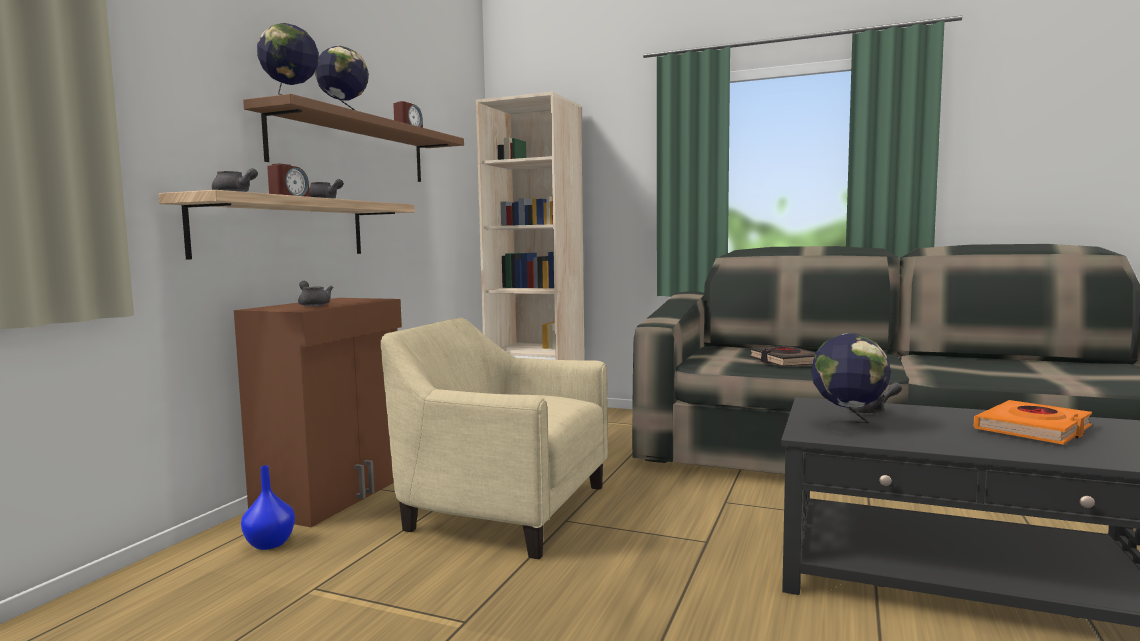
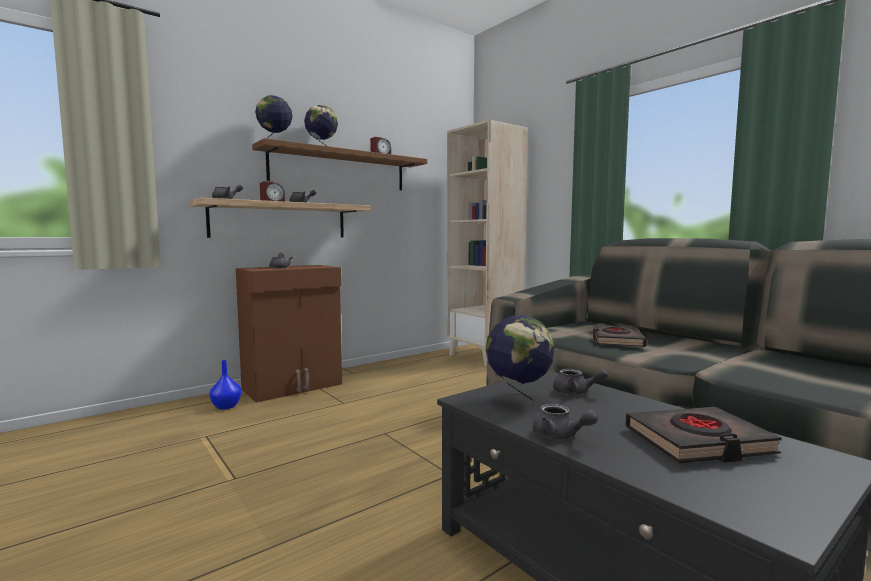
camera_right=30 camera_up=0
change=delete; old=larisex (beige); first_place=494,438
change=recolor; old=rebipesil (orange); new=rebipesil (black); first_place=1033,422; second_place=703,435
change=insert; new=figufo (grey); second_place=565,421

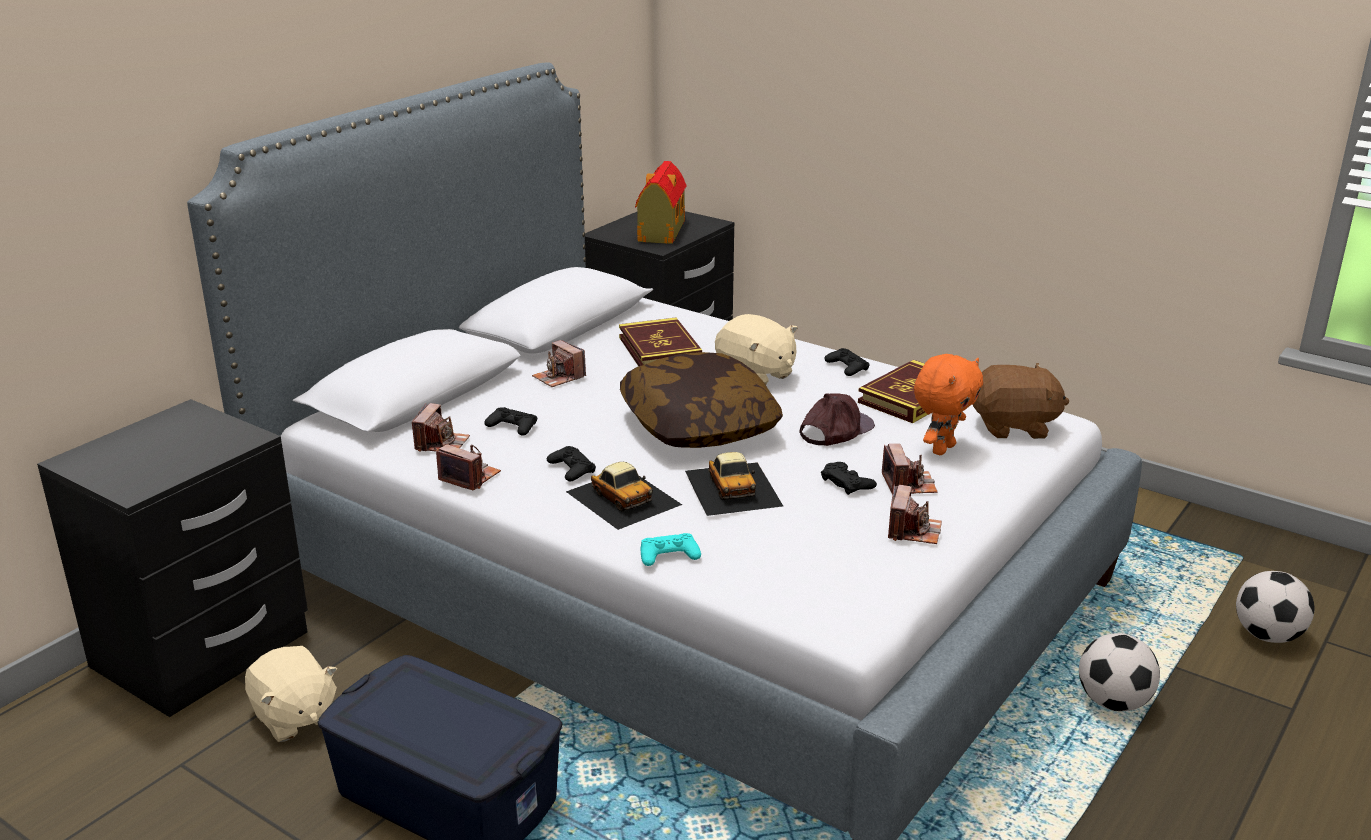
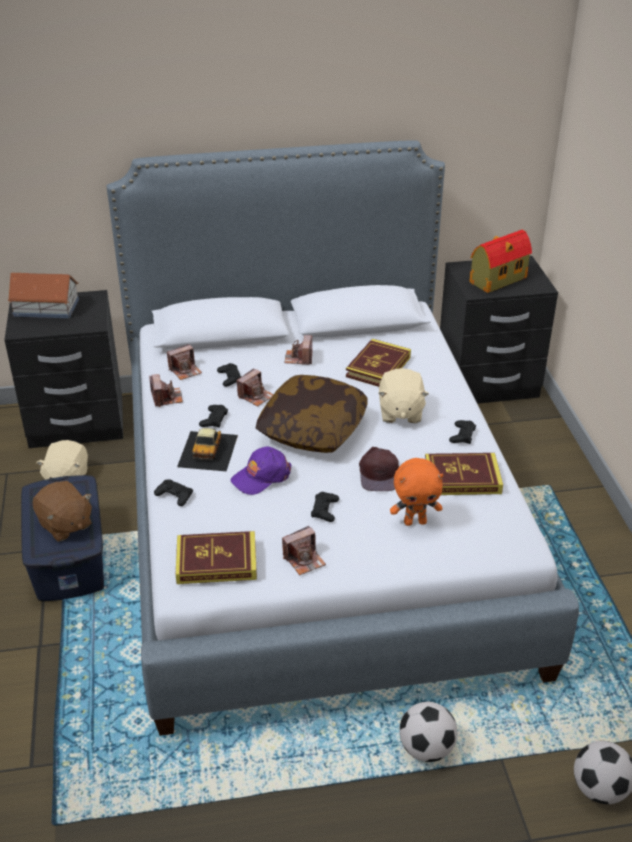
camera_right=45 camera_up=10
change=move; old=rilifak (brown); first_place=1021,401; second_place=62,511
change=rotate; old=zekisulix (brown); first_place=837,419; second_place=379,469; degrees=90
change=move; old=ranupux; first_place=910,469; second_place=255,387
change=replace; old=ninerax; new=zekisulix (purple); first_place=734,484; second_place=261,471
change=recolor; old=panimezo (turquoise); new=panimezo (black); first_place=671,549; second_place=173,493
change=insert; new=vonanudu; second_place=43,295
change=insert; new=rebipesil; second_place=216,557

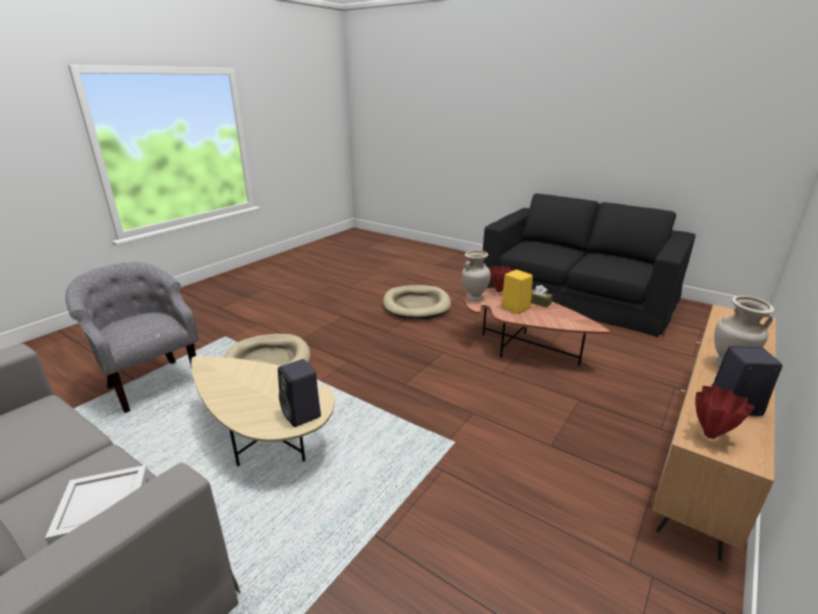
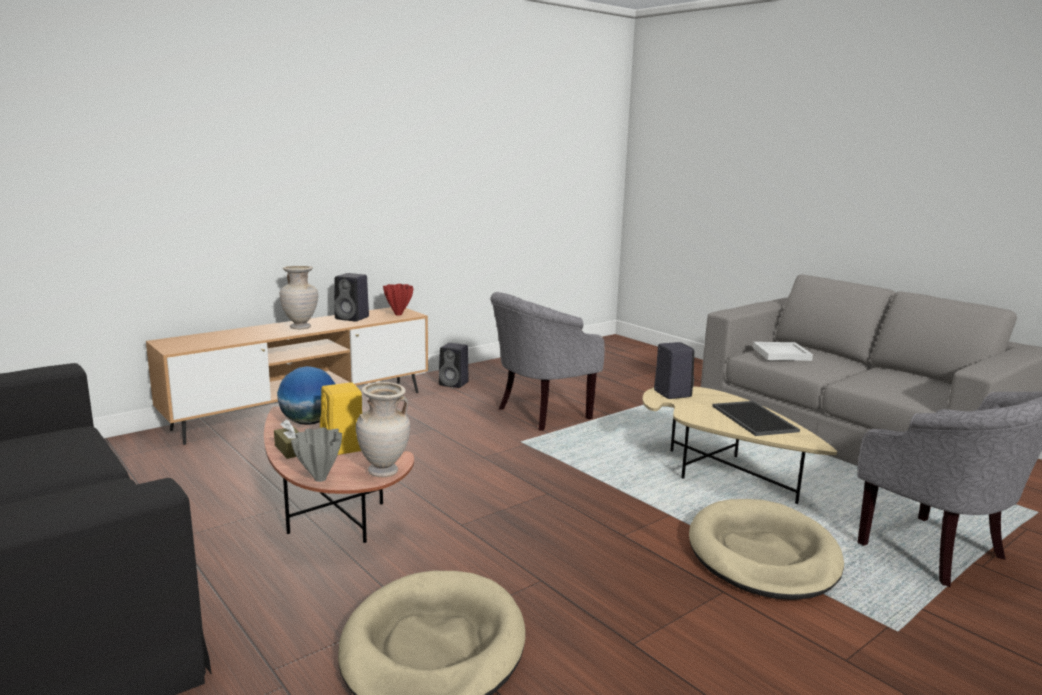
camera_right=-165 camera_up=-10
change=recolor; old=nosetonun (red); new=nosetonun (grey); first_place=501,279; second_place=316,454
change=insert; new=larisex (grey); second_place=547,361
change=insert; new=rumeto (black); second_place=454,365
change=insert; new=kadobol; second_place=306,395
change=insert; new=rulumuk; second_place=756,418

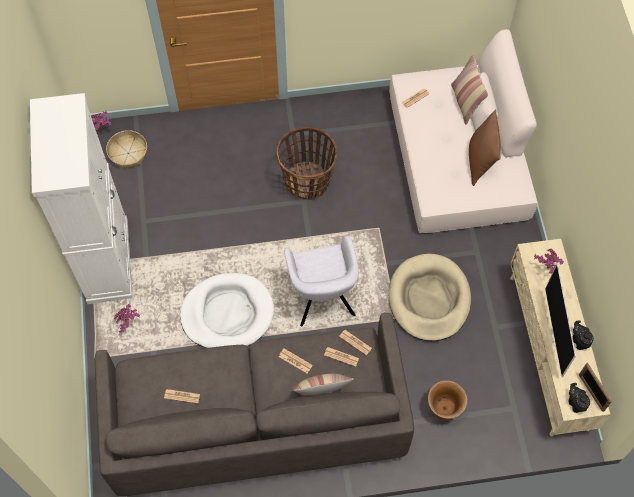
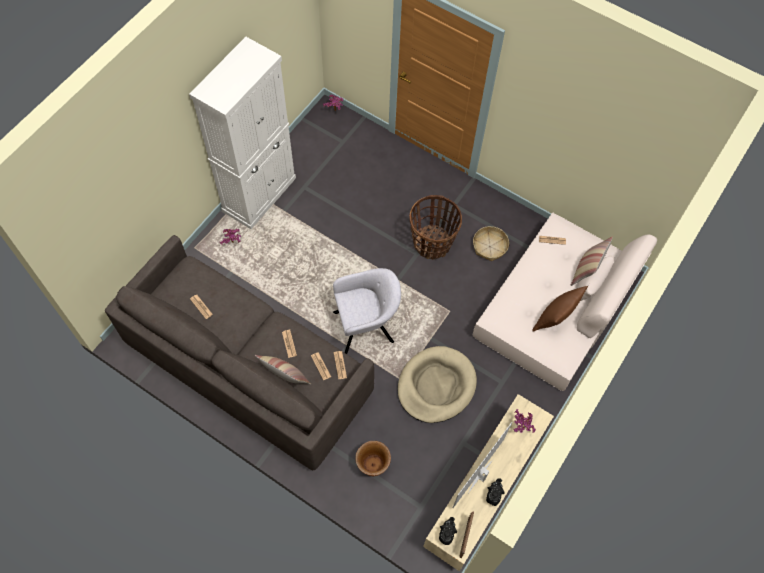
camera_right=40 camera_up=0
change=move; old=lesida; first_place=126,149; second_place=491,243
change=rotate; old=larisex (grey); first_place=321,281; second_place=367,311; degrees=-135
change=delete; old=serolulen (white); first_place=227,310

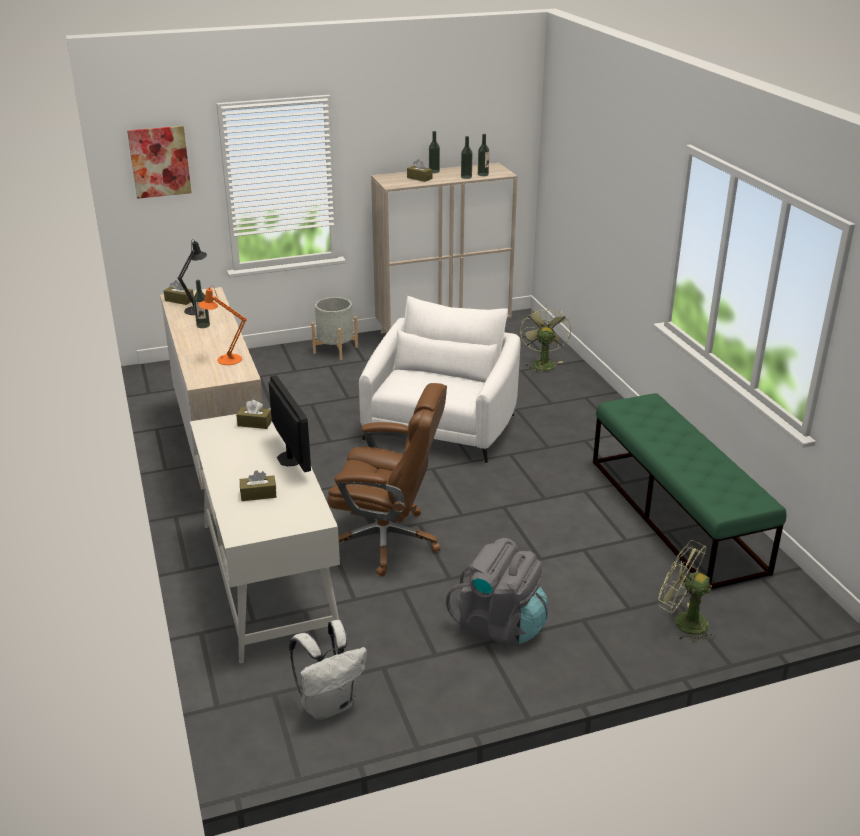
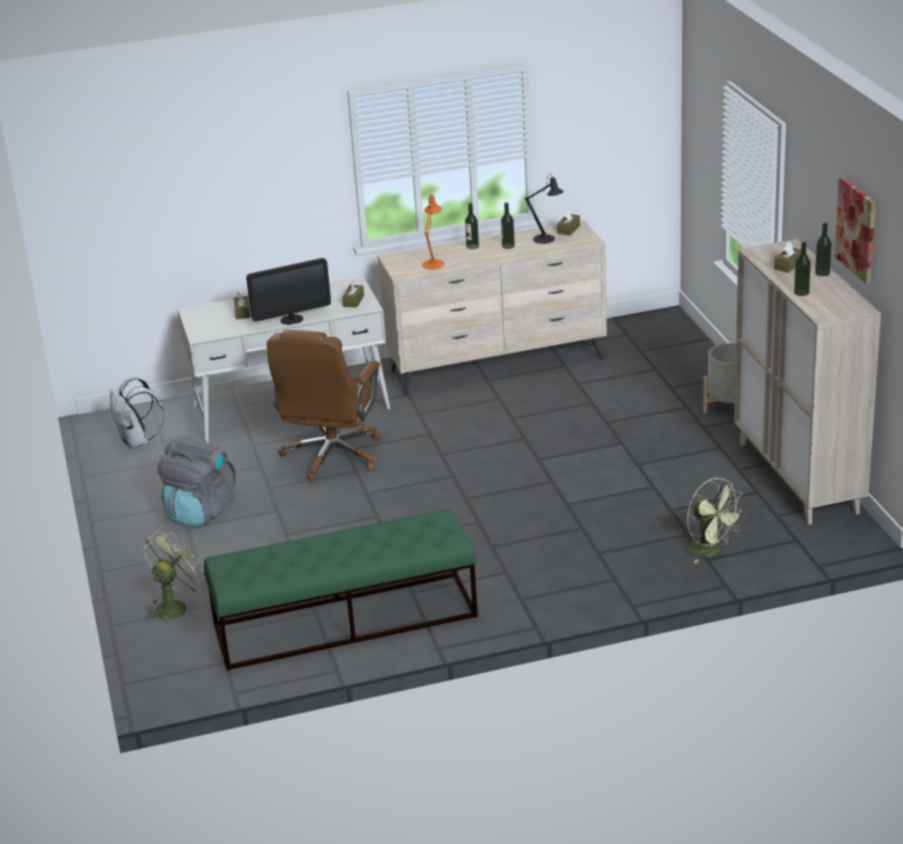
camera_right=95 camera_up=0
change=move; old=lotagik; first_place=159,162; second_place=855,230
change=move; old=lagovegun; first_place=483,155; second_place=472,226
change=delete; old=larisex (white); first_place=440,380
change=rotate; old=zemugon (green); first_place=545,339; second_place=716,521; degrees=45

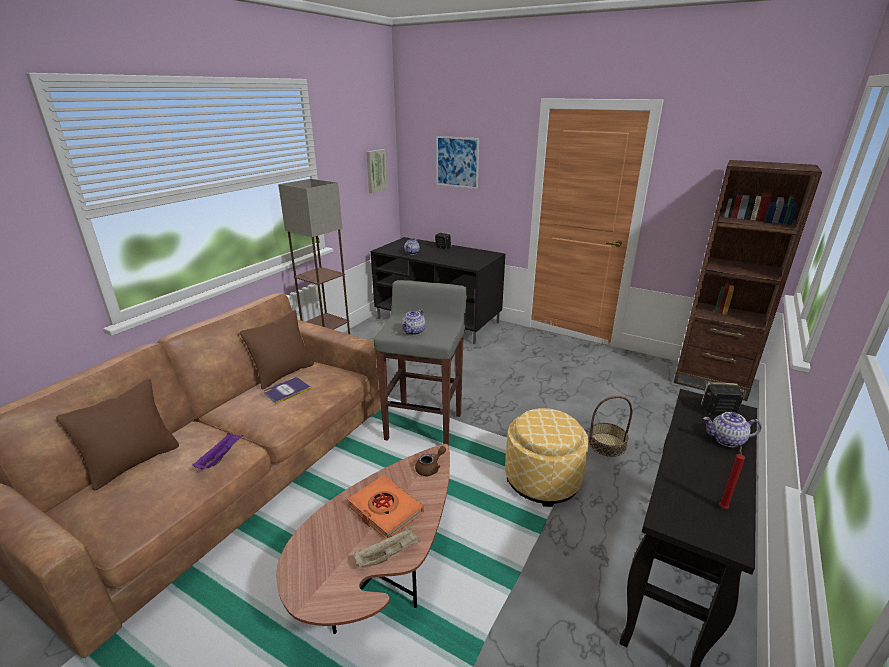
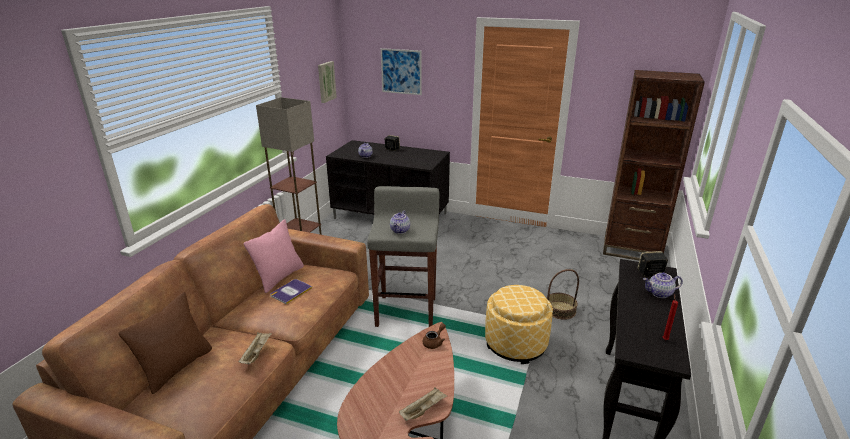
camera_right=-10 camera_up=0
change=recolor; old=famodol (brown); new=famodol (pink); first_place=277,350; second_place=274,256
change=recolor; old=rulumuk (purple); new=rulumuk (beige); first_place=217,451; second_place=255,348
change=delete; old=rebipesil (orange); first_place=385,507

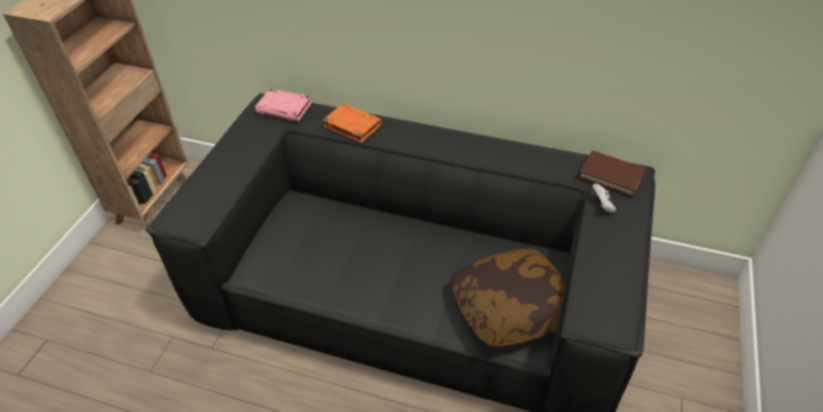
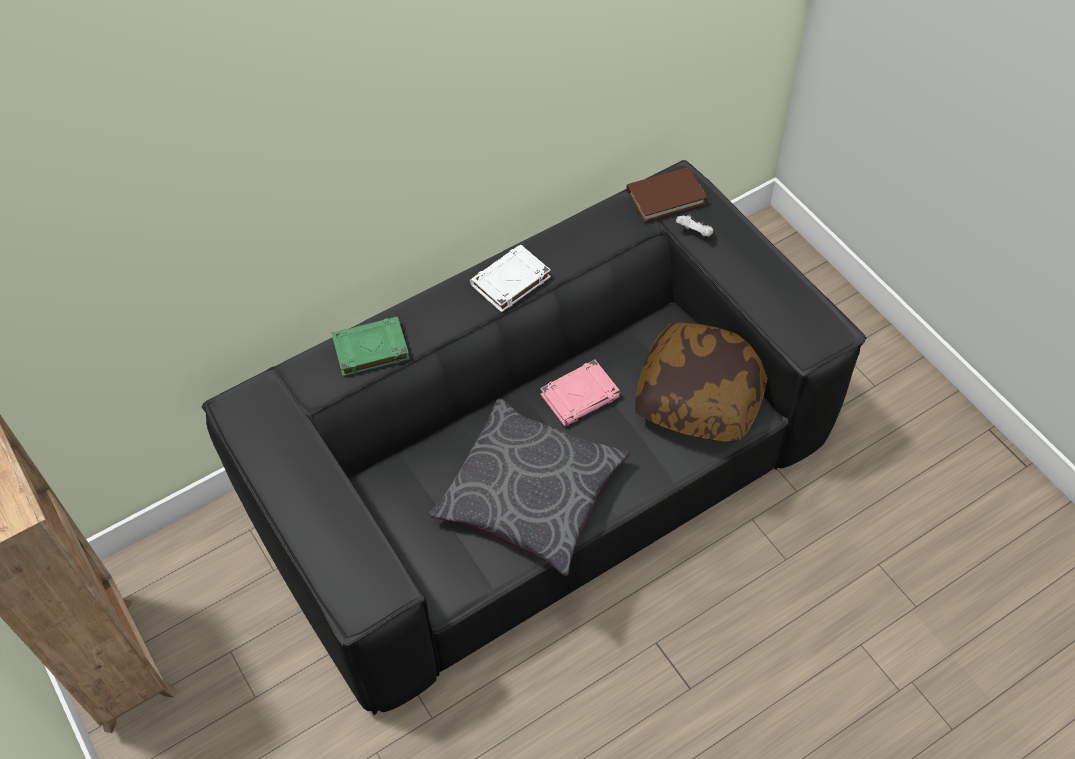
camera_right=-50 camera_up=10
change=move; old=rebipesil (pink); first_place=283,104; second_place=580,393
change=recolor; old=rebipesil (orange); new=rebipesil (green); first_place=352,123; second_place=370,346
change=insert; new=rebipesil (white); second_place=510,278
change=insert; new=famodol (grey); second_place=529,487

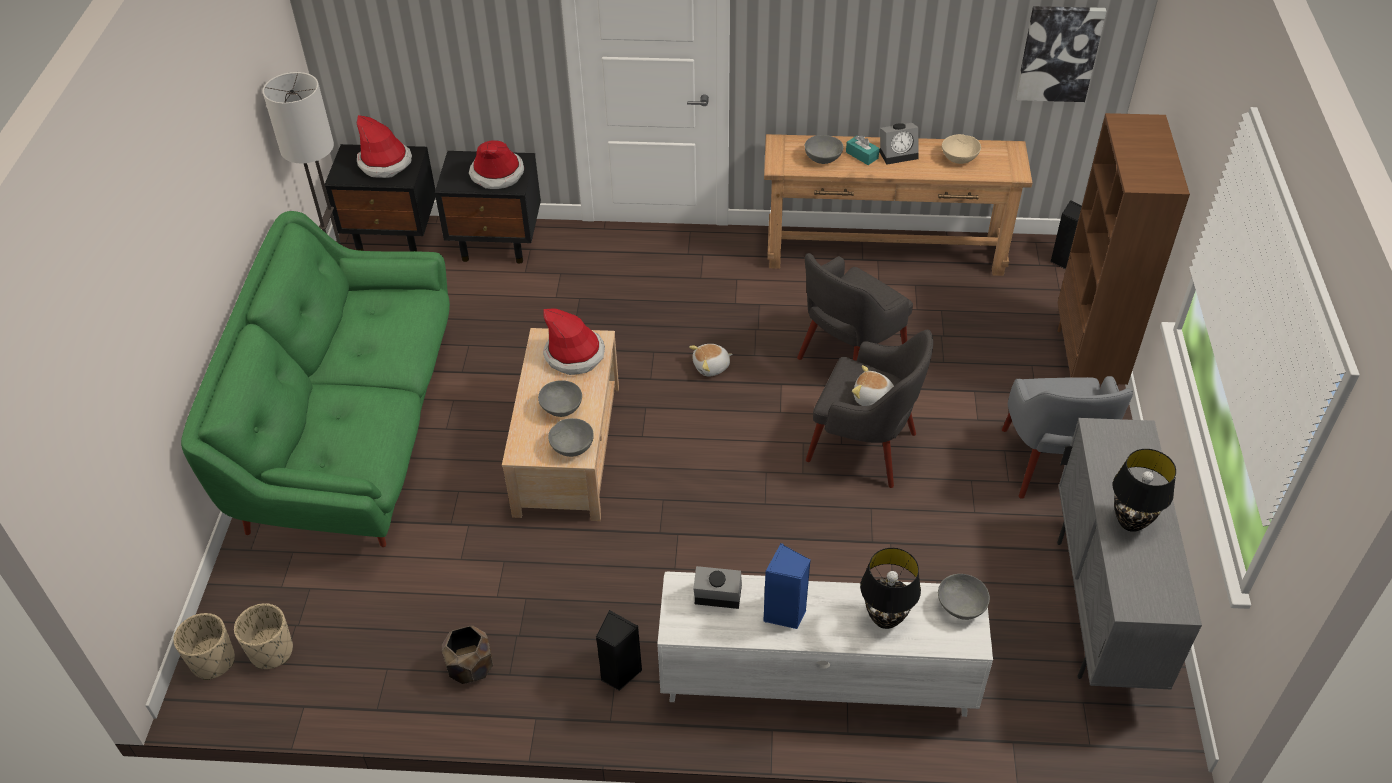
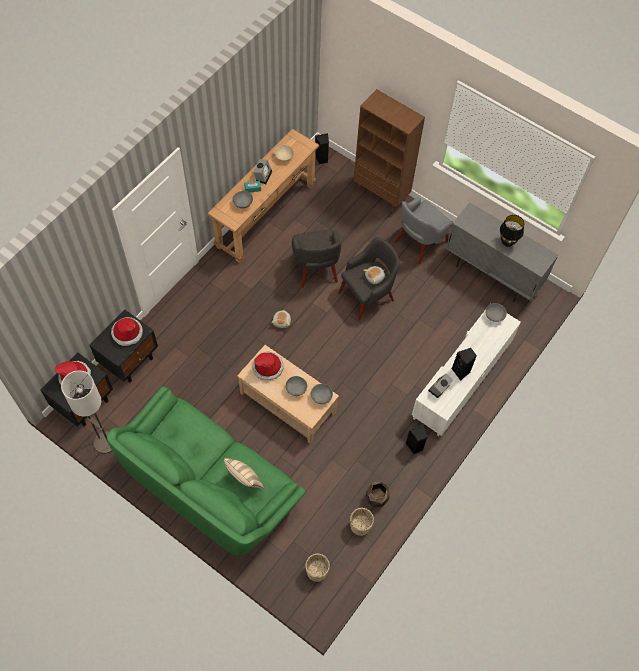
camera_right=-60 camera_up=15
change=delete; old=lotagik; first_place=1061,54
change=rotate; old=larisex (grey); first_place=1067,437; second_place=423,230; degrees=105
change=recolor; old=rumeto (blue); new=rumeto (black); first_place=787,586; second_place=464,364
change=delete; old=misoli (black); first_place=890,588
change=move; old=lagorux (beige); first_place=204,646; second_place=362,522
change=insert; new=famodol (beige); second_place=244,473

